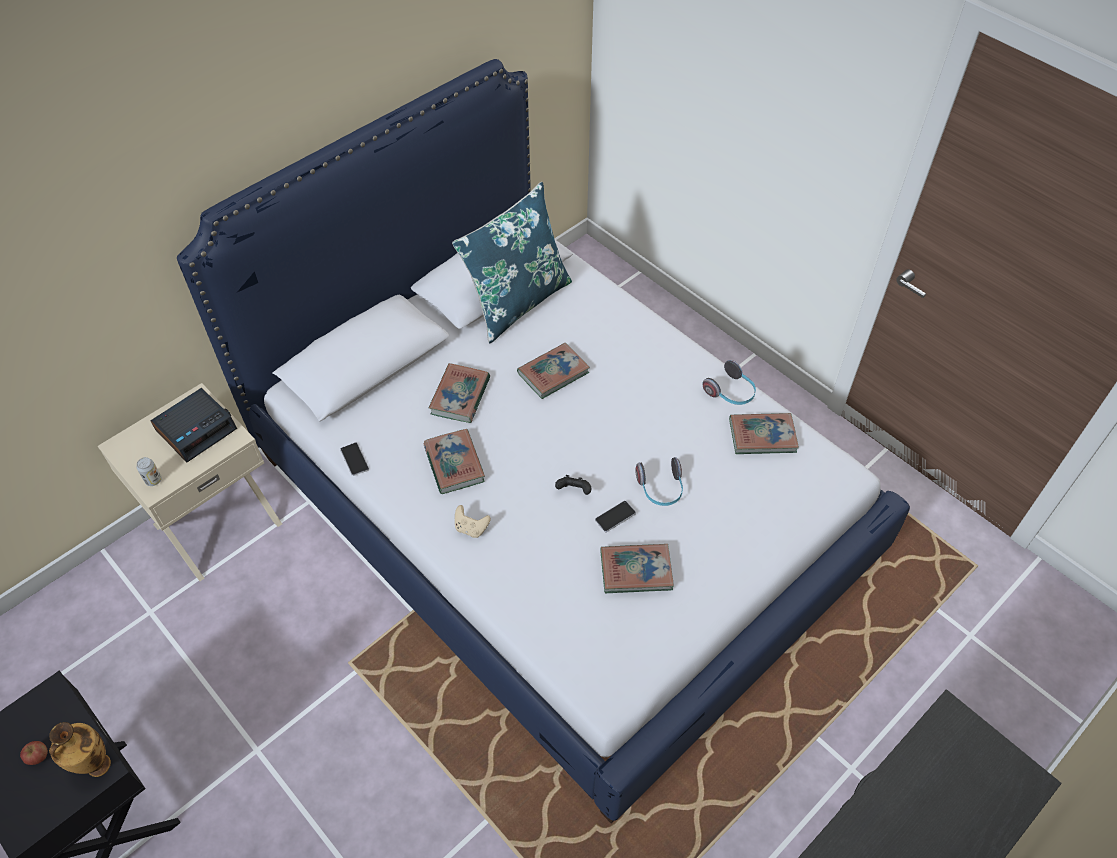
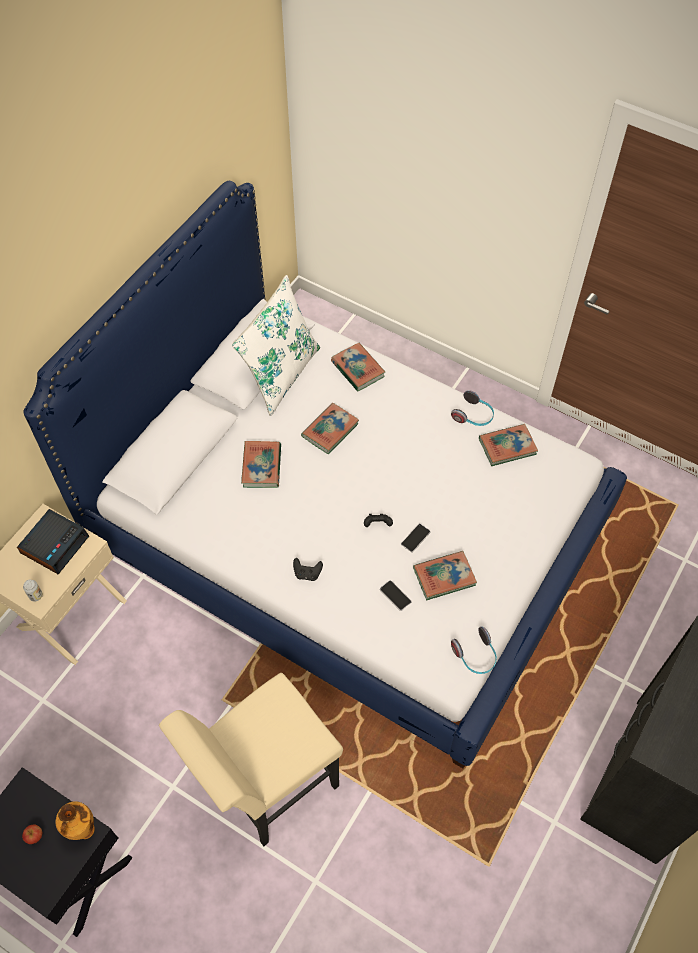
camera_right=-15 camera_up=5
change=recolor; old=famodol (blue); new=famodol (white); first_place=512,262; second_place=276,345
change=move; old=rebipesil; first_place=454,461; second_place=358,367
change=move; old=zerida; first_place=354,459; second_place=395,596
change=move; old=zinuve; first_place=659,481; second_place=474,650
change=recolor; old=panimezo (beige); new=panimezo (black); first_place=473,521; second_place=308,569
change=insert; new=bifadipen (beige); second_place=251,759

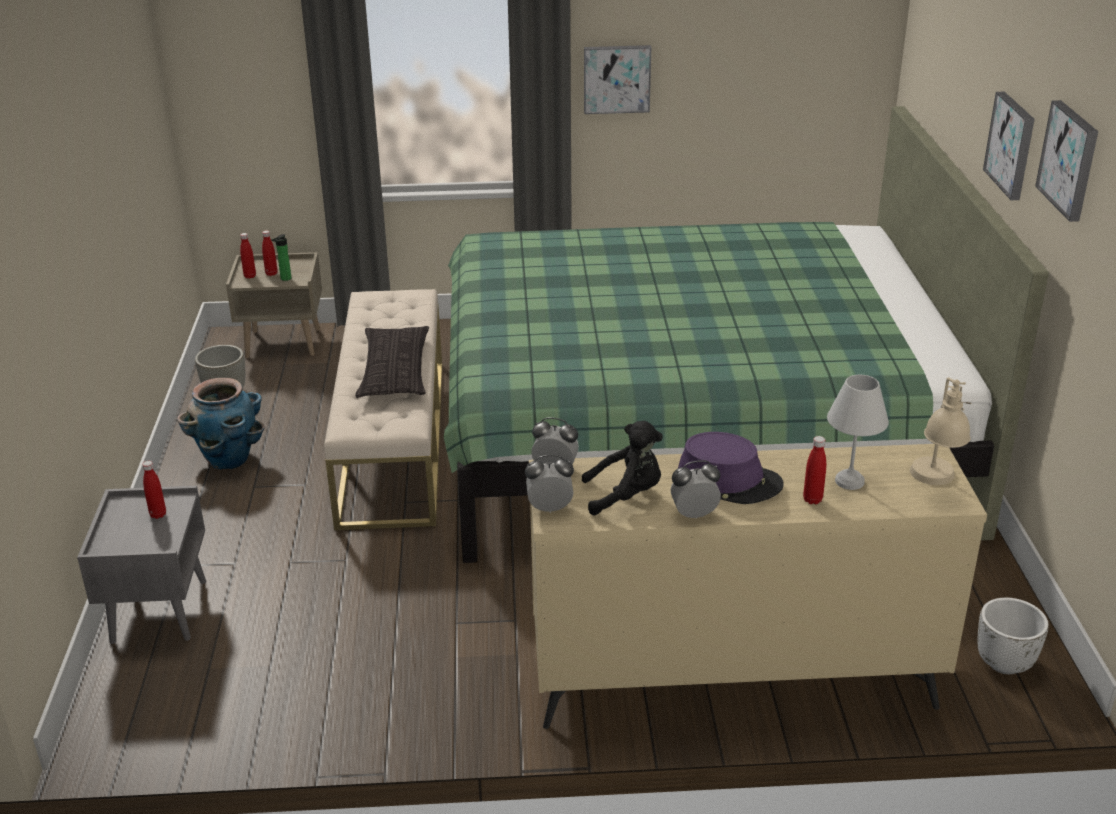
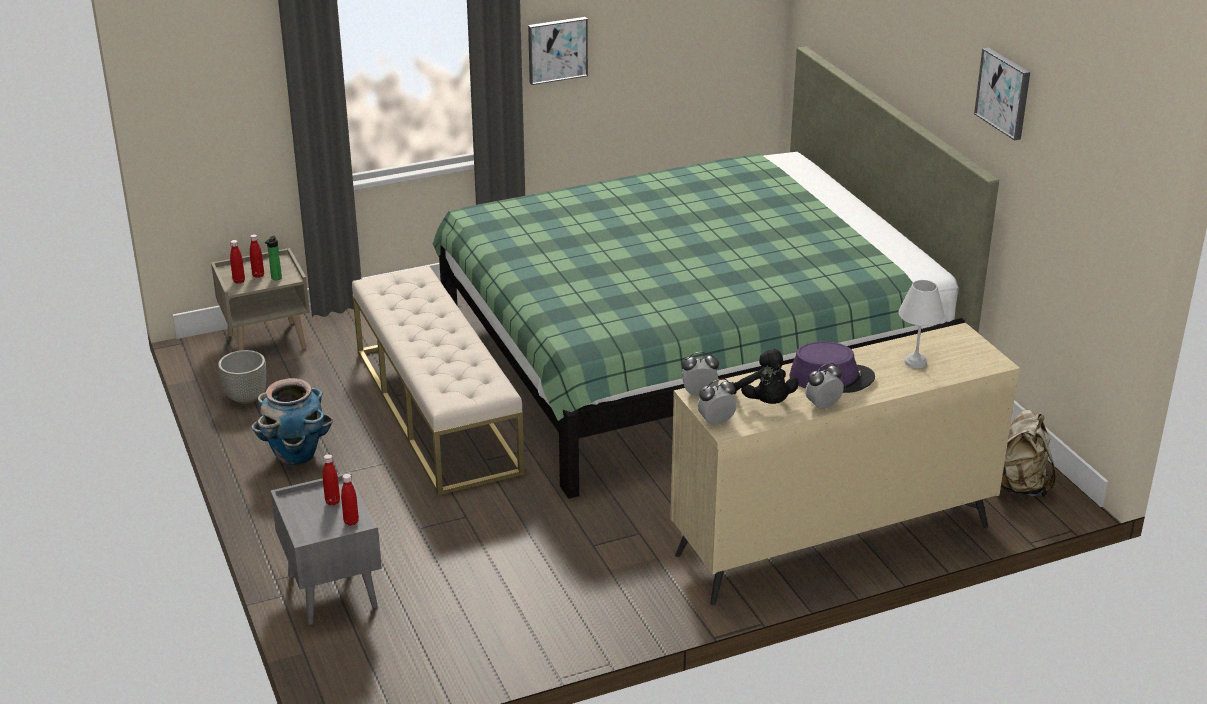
camera_right=-20 camera_up=0
change=delete; old=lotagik; first_place=1009,146
change=delete; old=famodol; first_place=392,362
change=delete; old=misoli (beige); first_place=941,431
change=rotate; old=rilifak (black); first_place=622,468; second_place=765,376; degrees=90
change=move; old=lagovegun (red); first_place=814,470; second_place=350,500
change=replace; old=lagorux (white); new=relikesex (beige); first_place=1013,636; second_place=1028,453

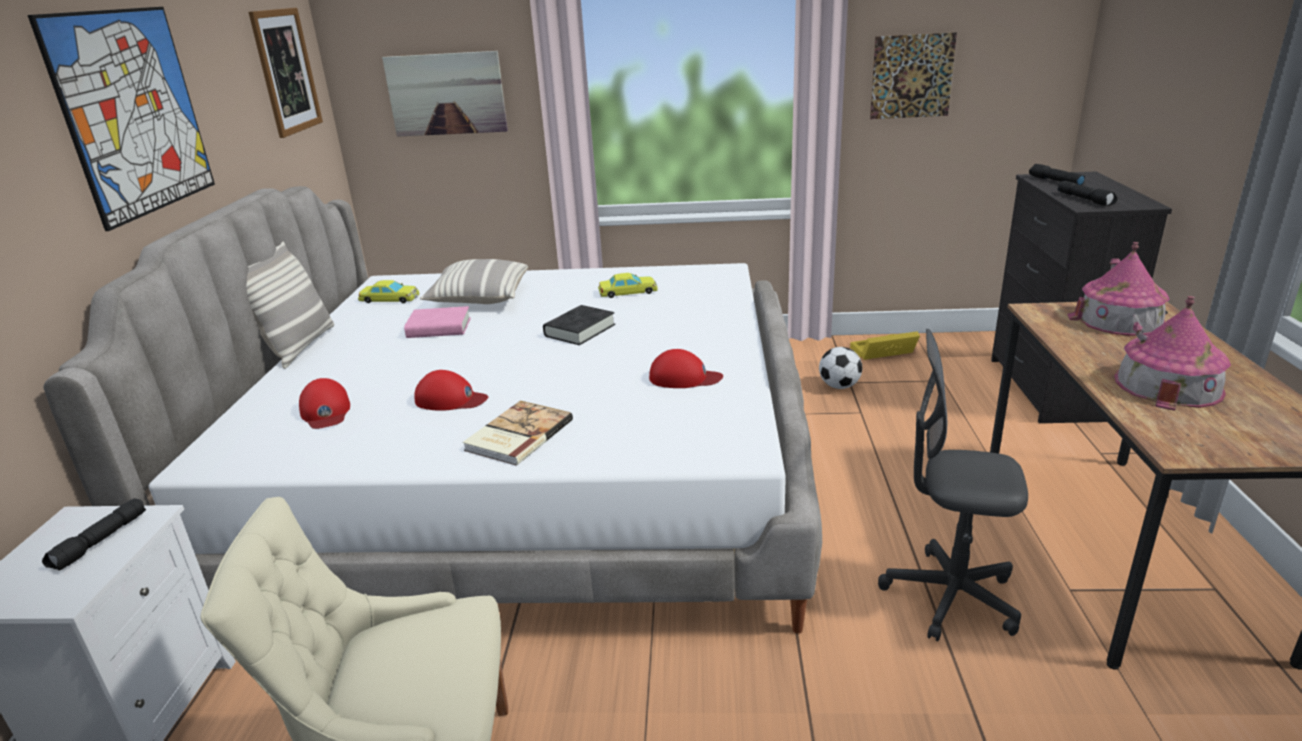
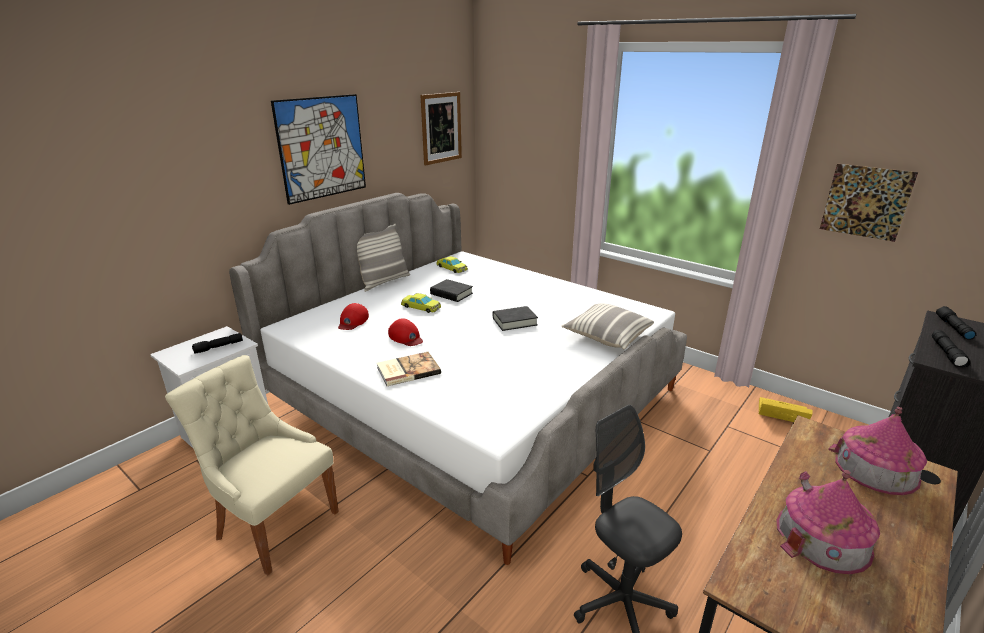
camera_right=35 camera_up=0
change=delete; old=lotagik; first_place=445,94
change=move; old=famodol; first_place=474,281; second_place=608,326
change=move; old=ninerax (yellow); first_place=628,285; second_place=421,303
change=recolor; old=rebipesil (pink); new=rebipesil (black); first_place=437,322; second_place=451,290
change=delete; old=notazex; first_place=840,368
change=delete; old=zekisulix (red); first_place=686,368

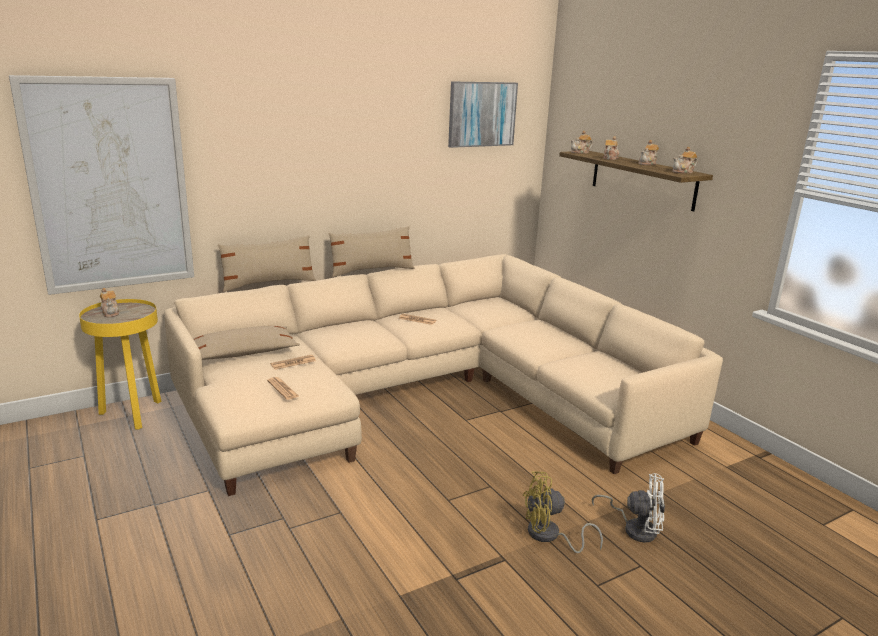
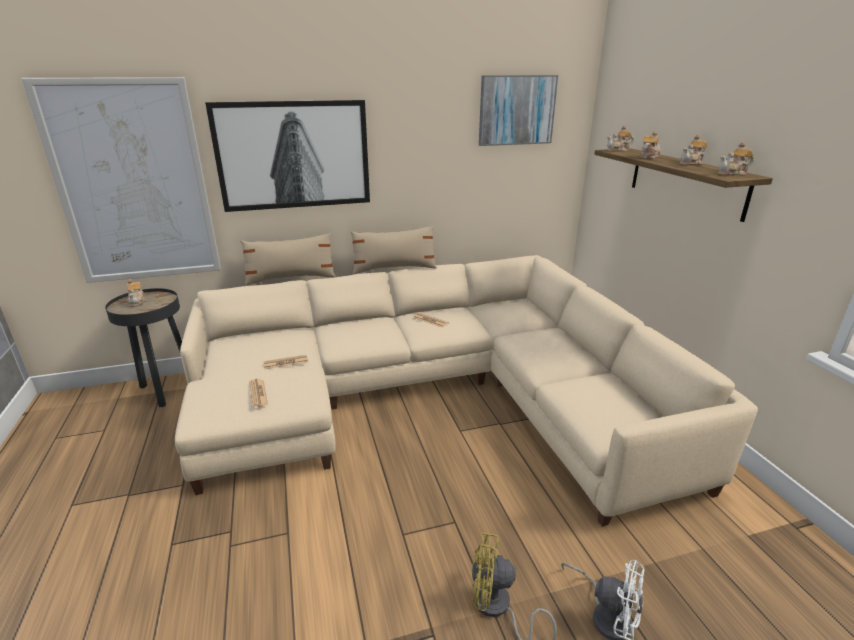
camera_right=15 camera_up=5
change=recolor; old=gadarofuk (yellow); new=gadarofuk (black); first_place=120,364; second_place=143,347
change=delete; old=famodol (beige); first_place=246,343
change=insert; new=lotagik; second_place=287,156

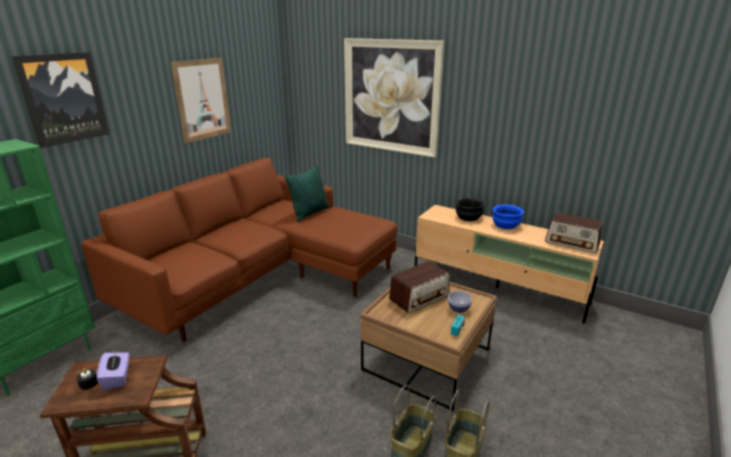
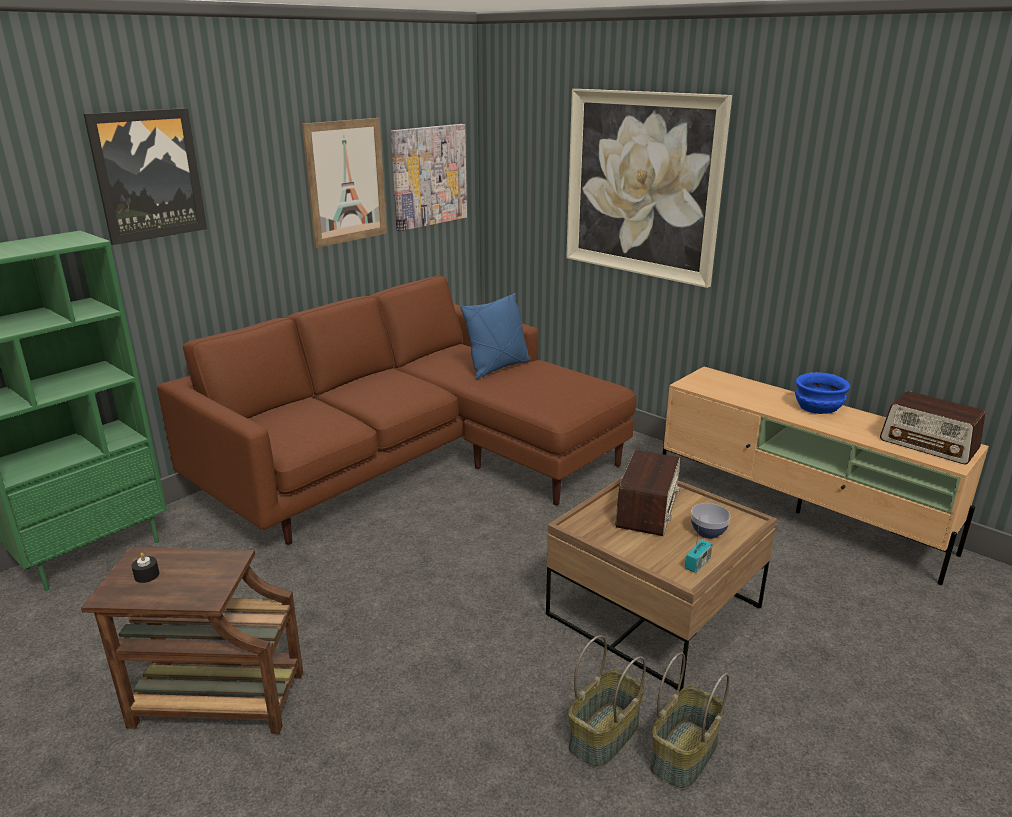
camera_right=10 camera_up=0
change=recolor; old=famodol (green); new=famodol (blue); first_place=307,194; second_place=495,336
change=delete; old=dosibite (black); first_place=470,209
change=rotate; old=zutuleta; first_place=419,287; second_place=647,493; degrees=-45
change=delete; old=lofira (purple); first_place=113,370
change=insert; new=lotagik; second_place=429,177

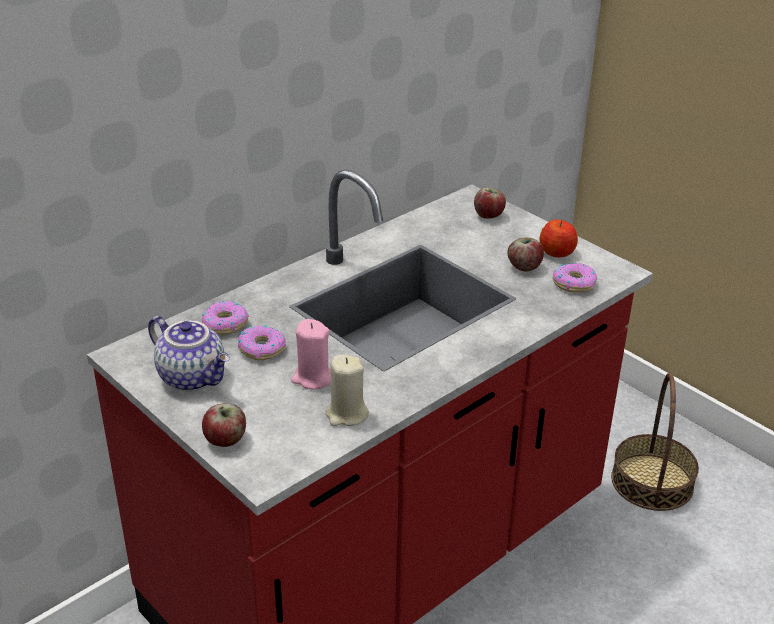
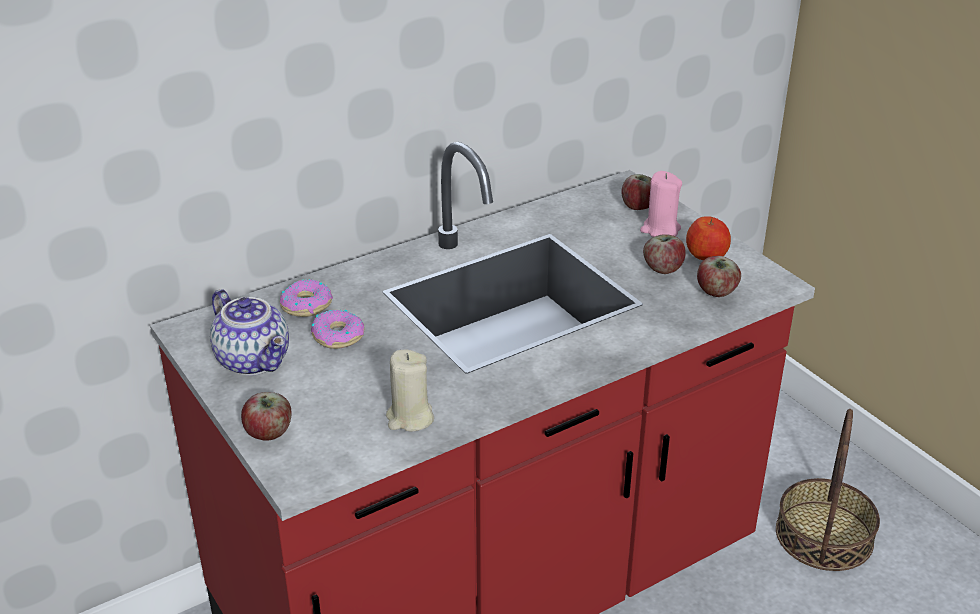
camera_right=10 camera_up=0
change=replace; old=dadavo; new=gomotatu; first_place=574,278; second_place=719,276
change=move; old=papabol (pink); first_place=311,354; second_place=661,204

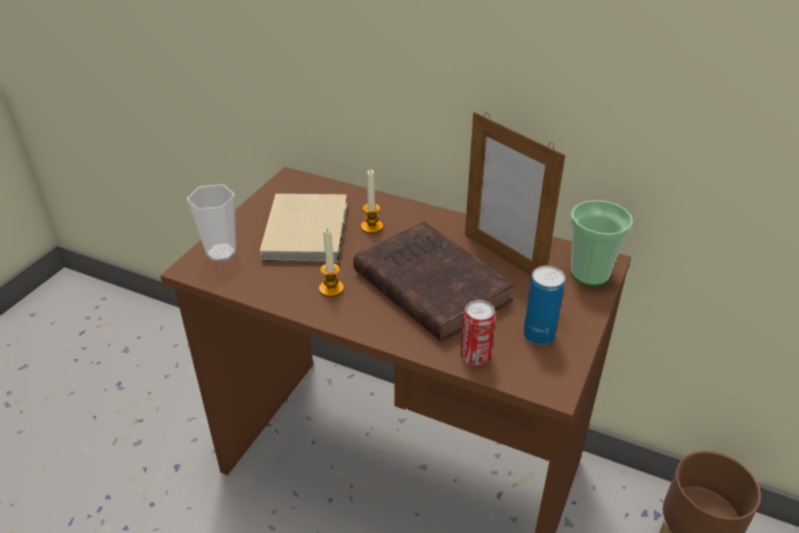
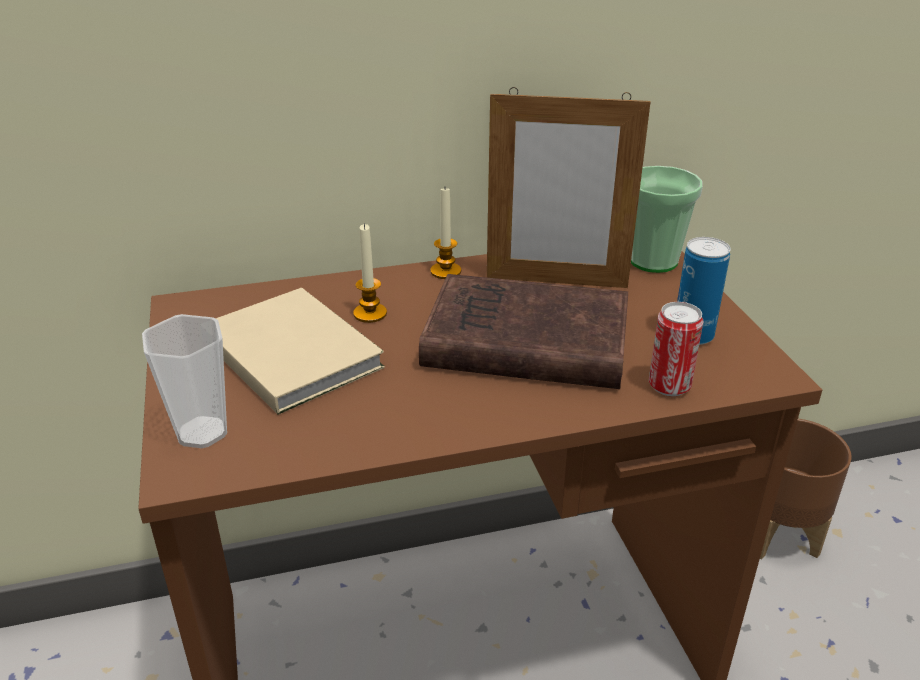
camera_right=-40 camera_up=-5
change=move; old=papabol; first_place=331,263; second_place=445,233

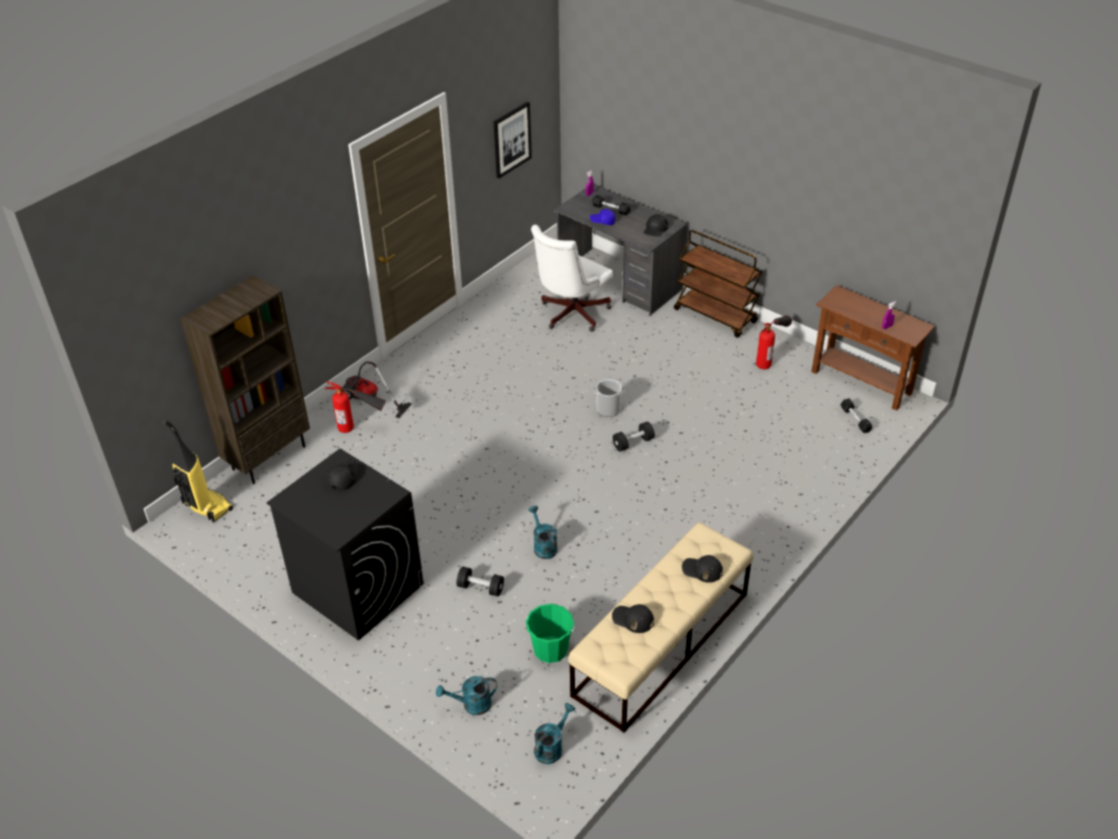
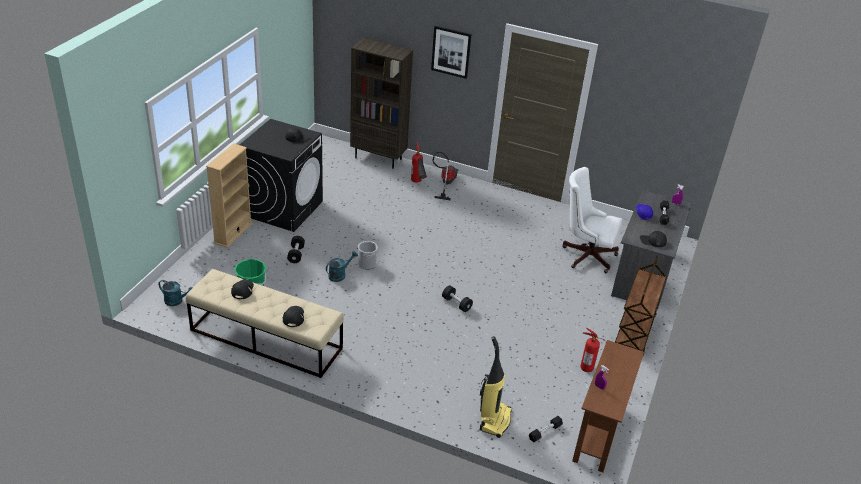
camera_right=70 camera_up=-5
change=move; old=lotagik; first_place=513,140; second_place=451,52
change=move; old=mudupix; first_place=608,398; second_place=368,255
change=move; old=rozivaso; first_place=197,470; second_place=496,387
change=delete; old=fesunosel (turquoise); first_place=466,695
change=insert; new=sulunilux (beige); second_place=229,195

